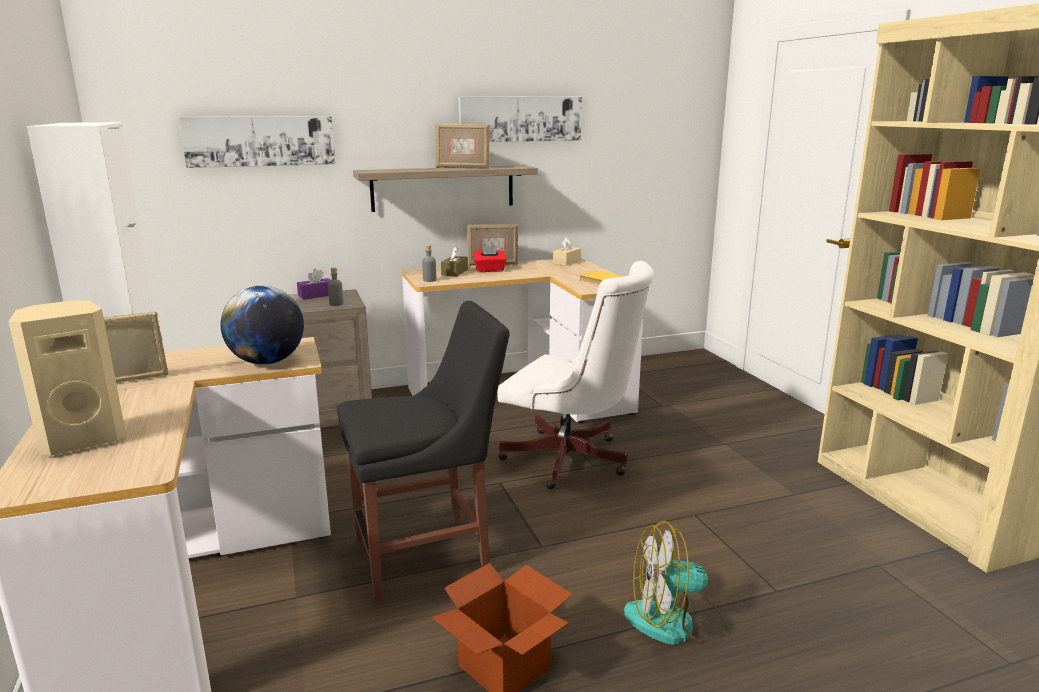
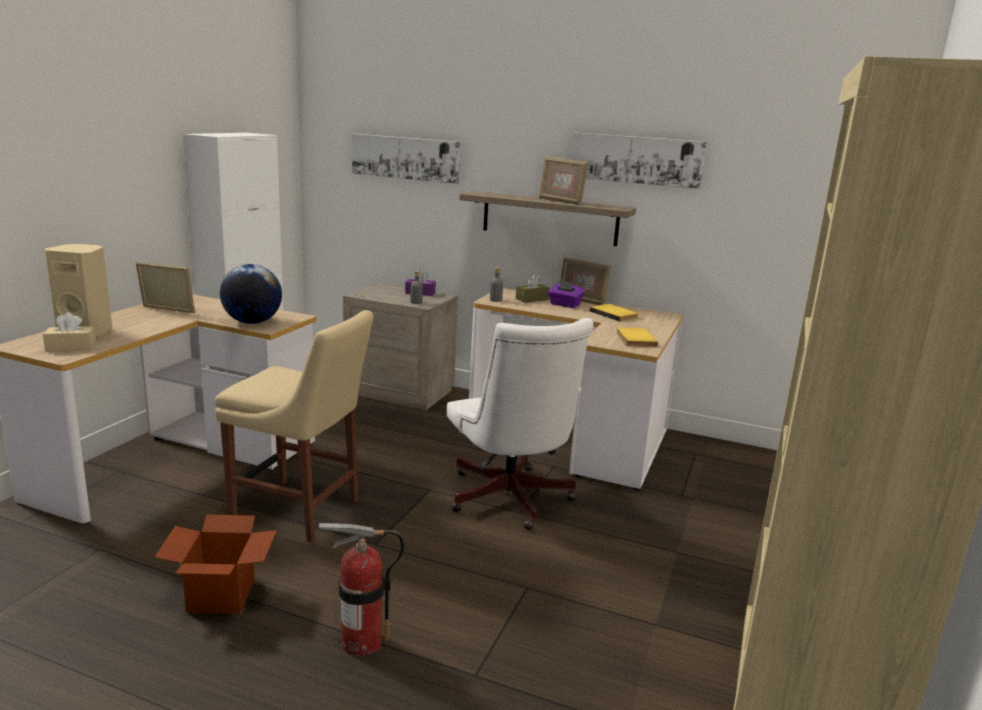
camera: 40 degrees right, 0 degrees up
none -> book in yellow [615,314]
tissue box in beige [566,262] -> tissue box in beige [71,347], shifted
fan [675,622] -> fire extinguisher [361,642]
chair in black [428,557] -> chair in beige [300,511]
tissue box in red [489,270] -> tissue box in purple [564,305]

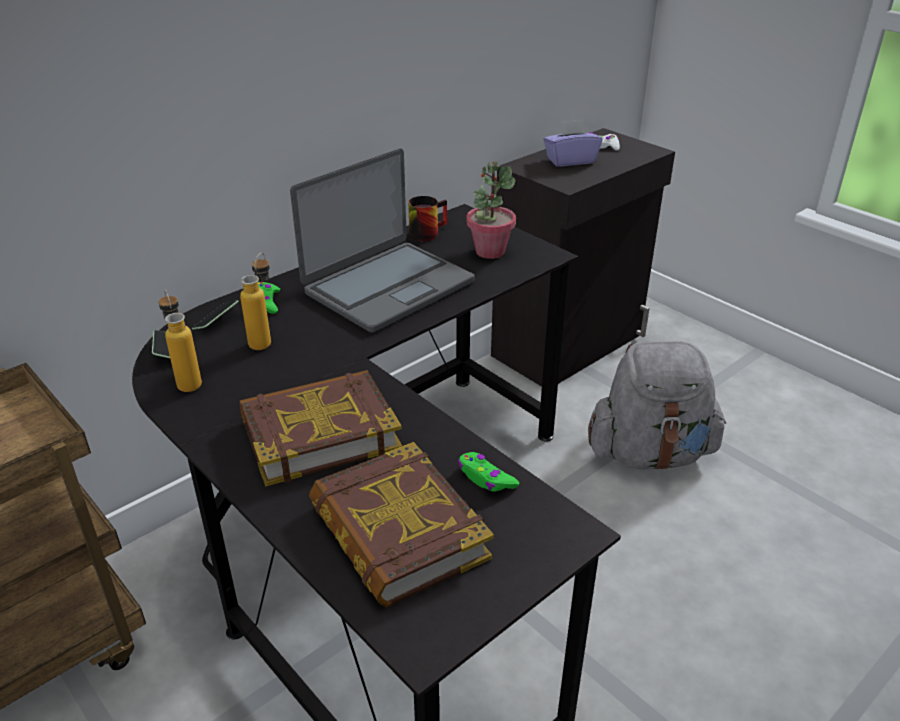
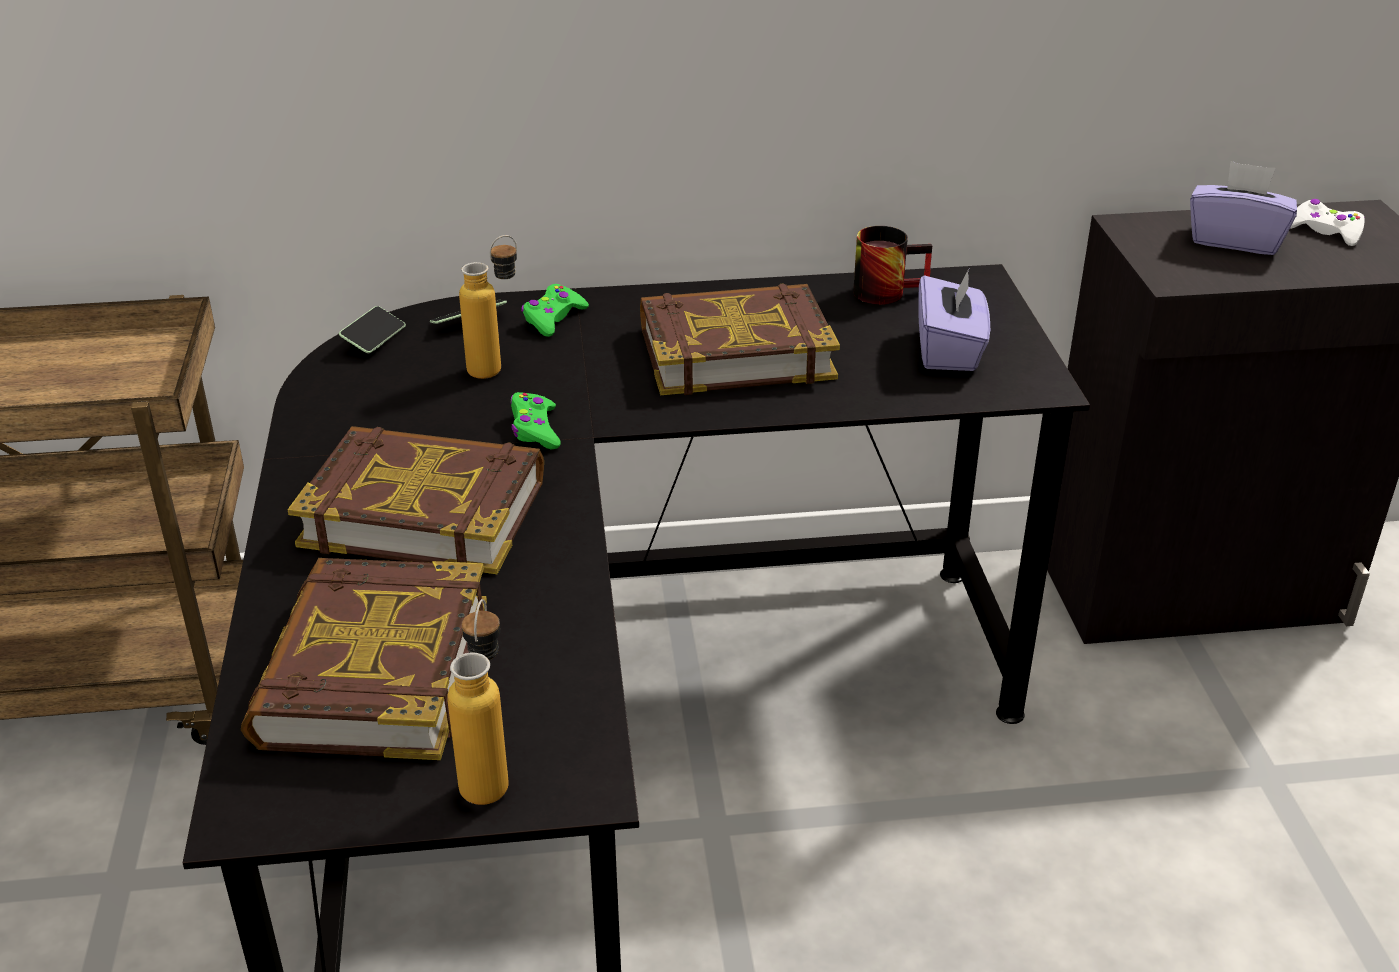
camera: 35 degrees right, 0 degrees up
backpack in grey [650,453] -> none
bottle [187,380] -> bottle [489,774], shifted
game controller in green [485,478] -> game controller in green [535,429], shifted
laptop [387,287] -> book [735,352]
potted plant [489,251] -> tissue box in purple [949,350]

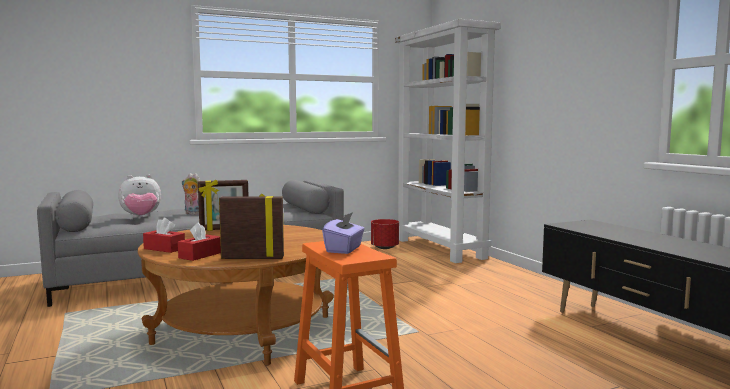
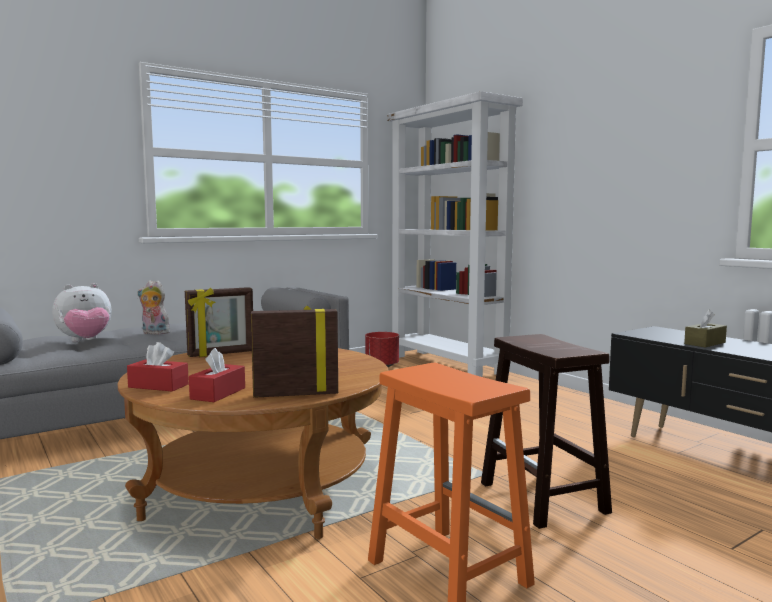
camera: 10 degrees left, 0 degrees up
tissue box in purple [344,249] -> none
none -> stool in brown [544,498]
none -> tissue box in brown [705,343]

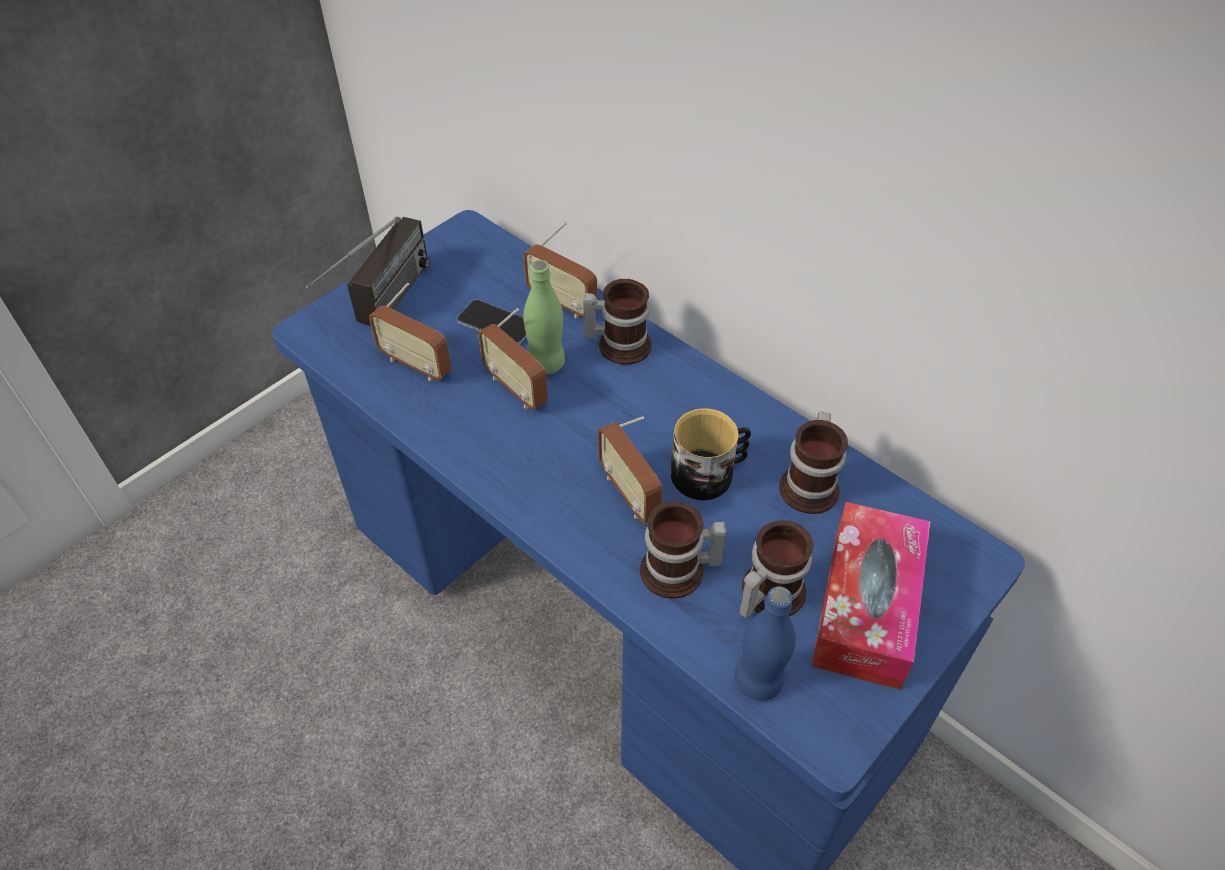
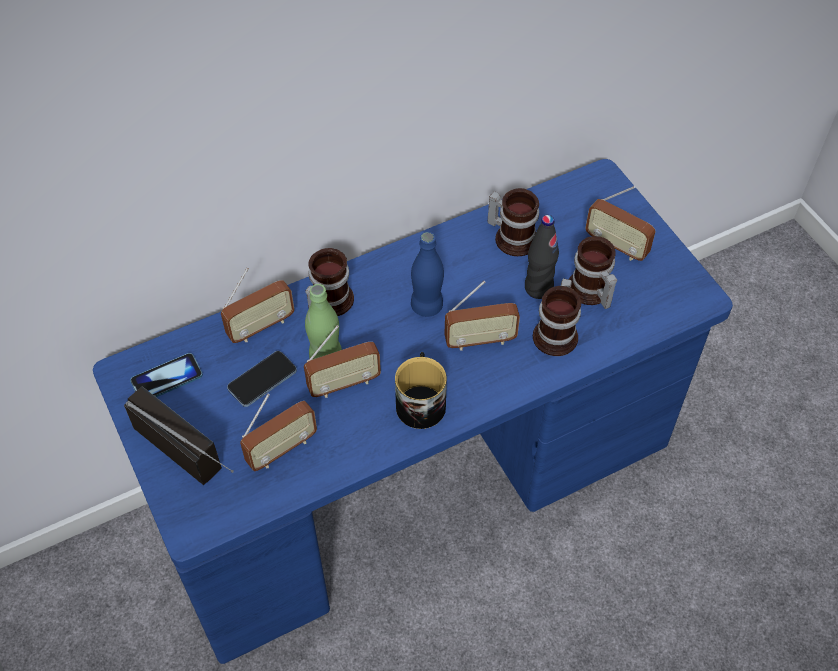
camera: 70 degrees left, 5 degrees up
none -> phone [167,378]
none -> bottle in black [538,288]
mug [709,473] -> mug [421,401], shifted
bottle in blue [758,680] -> bottle in blue [427,306], shifted
tissue box [866,606] -> radio [616,246]

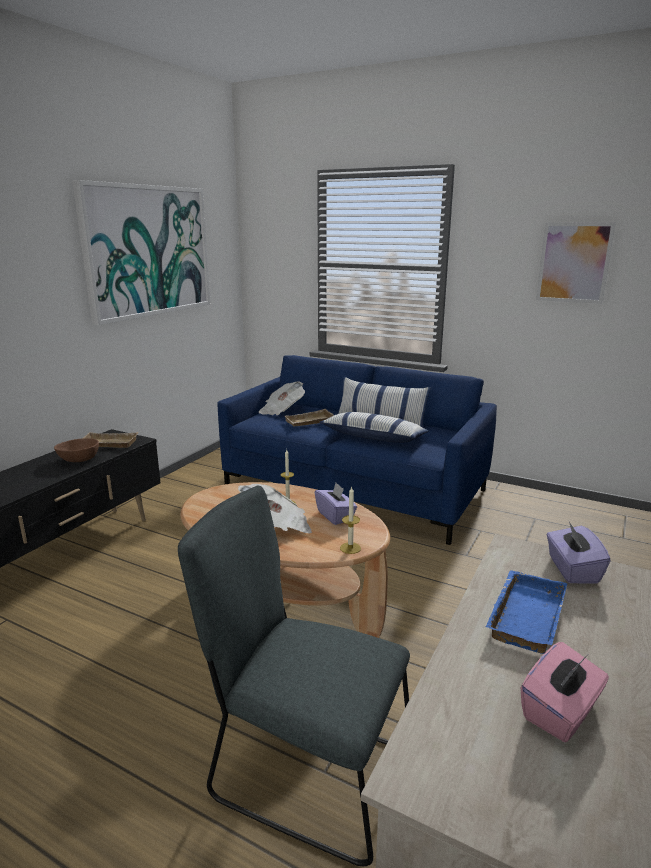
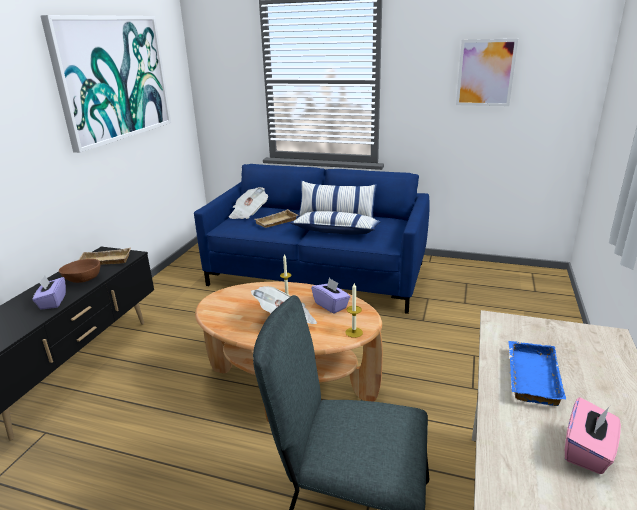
camera: 10 degrees left, 5 degrees up
tissue box in purple [572,570] -> tissue box in purple [52,302], shifted

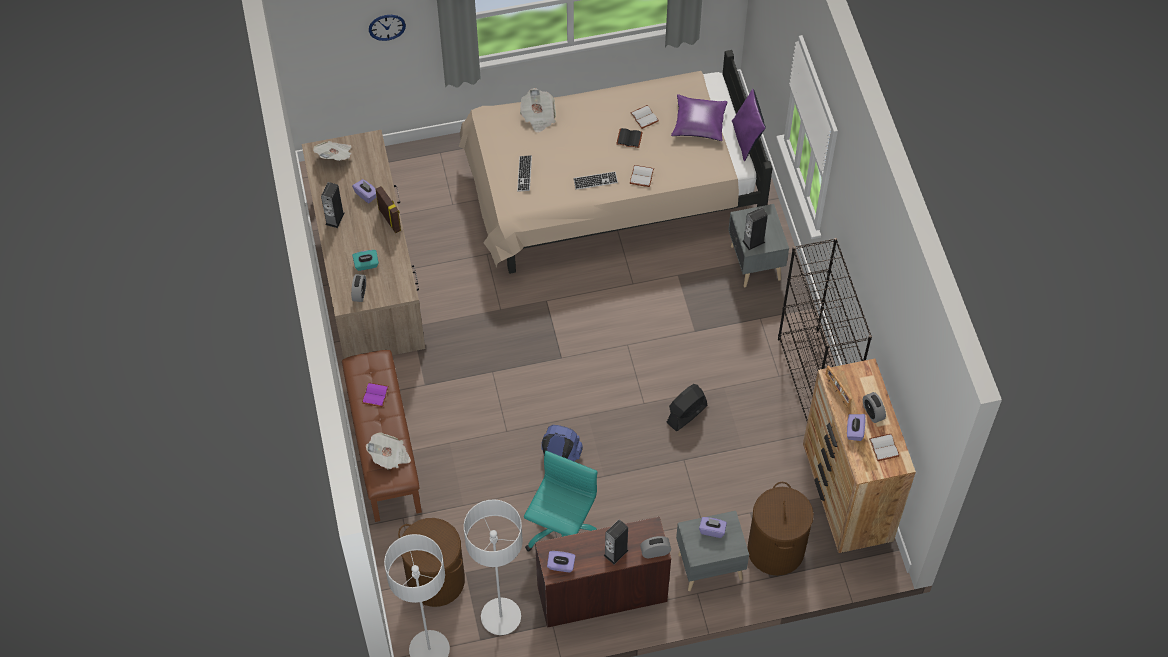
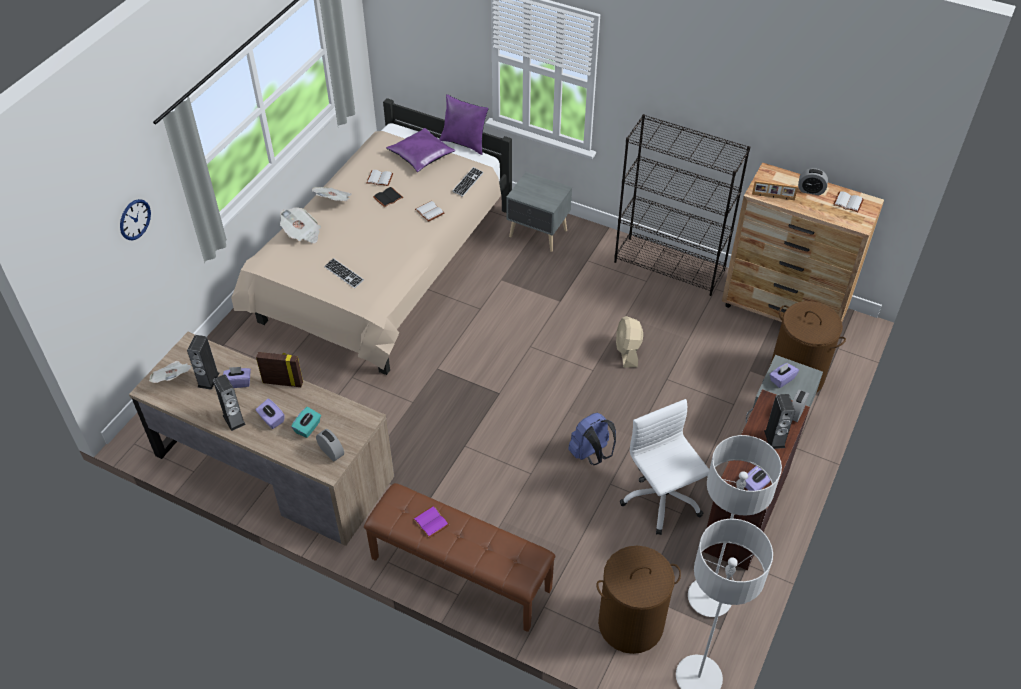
camera: 50 degrees left, 10 degrees down
newspaper [390,457] -> newspaper [334,201], shifted
keyboard [595,181] -> keyboard [468,182], shifted
speaker [753,241] -> speaker [208,380], shifted
tissue box in purple [854,431] -> tissue box in purple [271,419], shifted
office chair in turquoise [561,531] -> office chair in white [661,499]
fan in black [686,414] -> fan in beige [627,351]

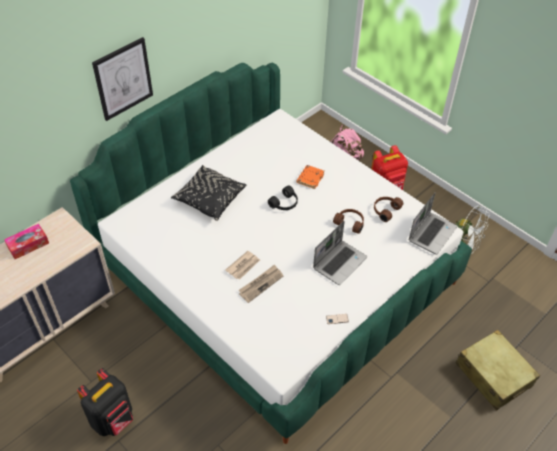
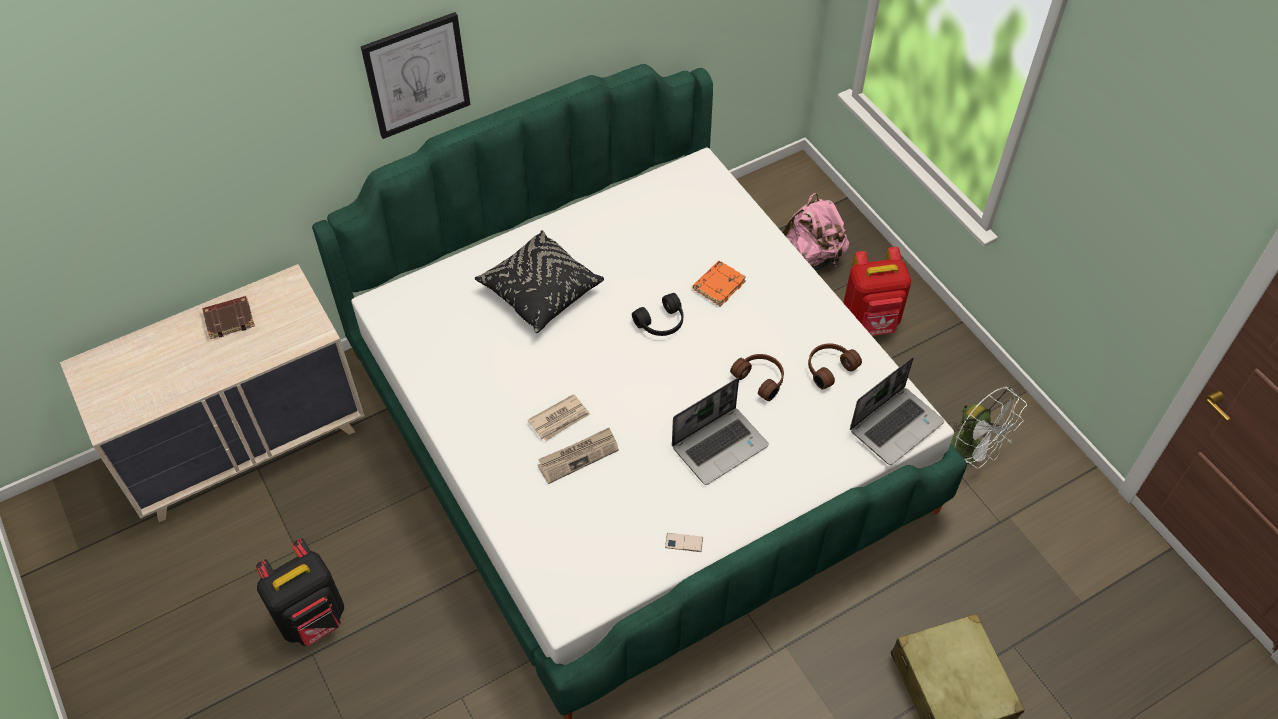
camera: 15 degrees right, 5 degrees up
tissue box [28,245] -> book in brown [230,319]

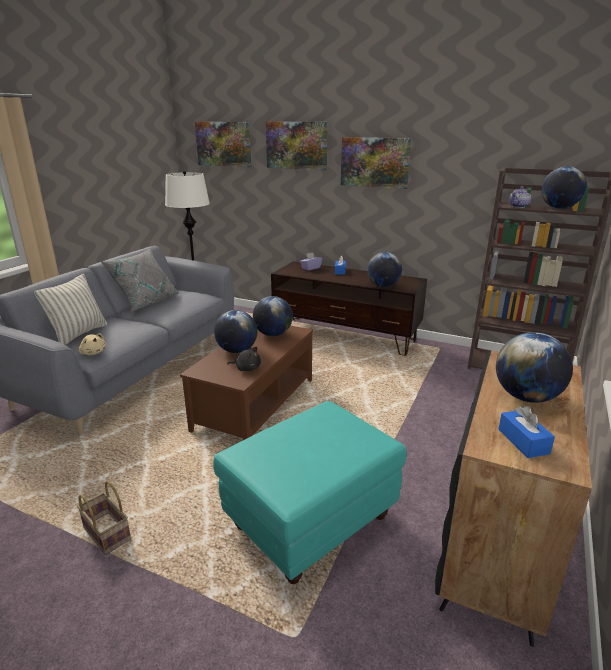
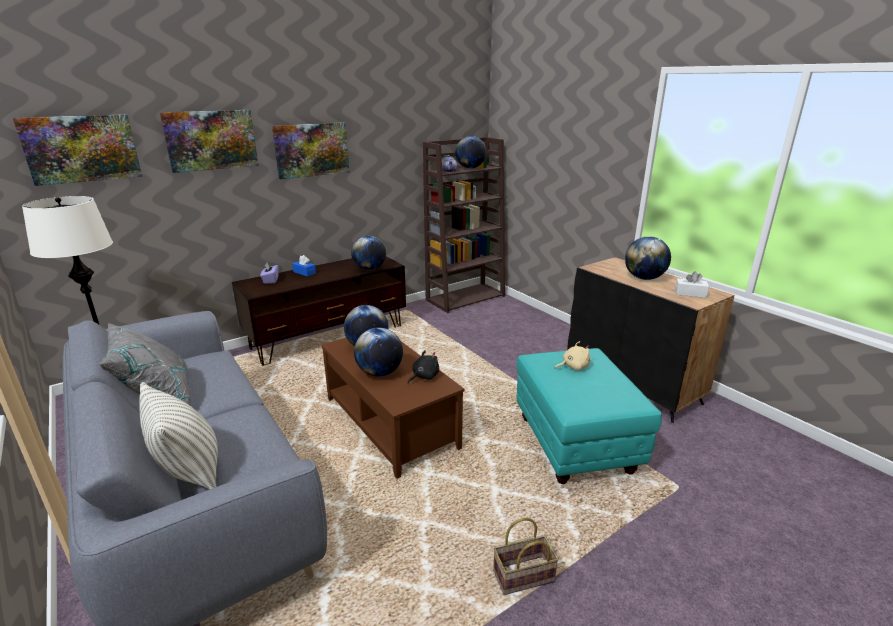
camera: 60 degrees left, 0 degrees up
plush toy in beige [93,352] -> plush toy in beige [573,366], shifted
tissue box in blue [523,441] -> tissue box in white [690,293]

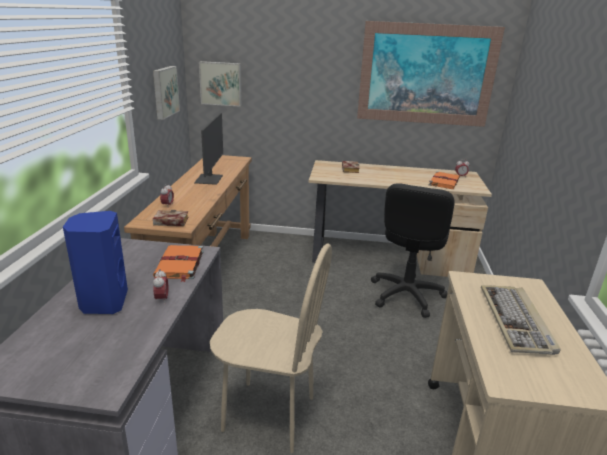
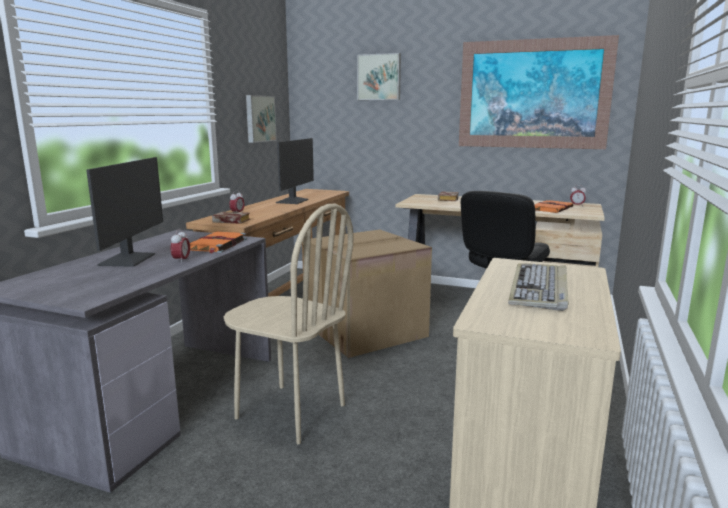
camera: 15 degrees right, 10 degrees down
none -> cardboard box [365,331]
picture [221,83] -> picture [379,77], shifted
speaker in blue [103,302] -> monitor [129,259]

